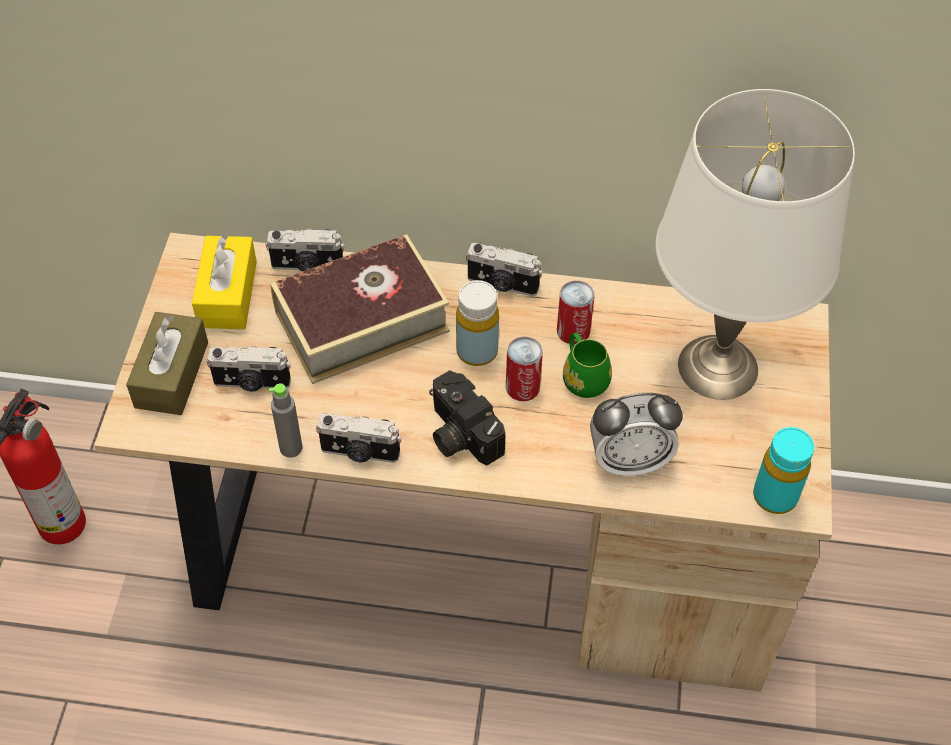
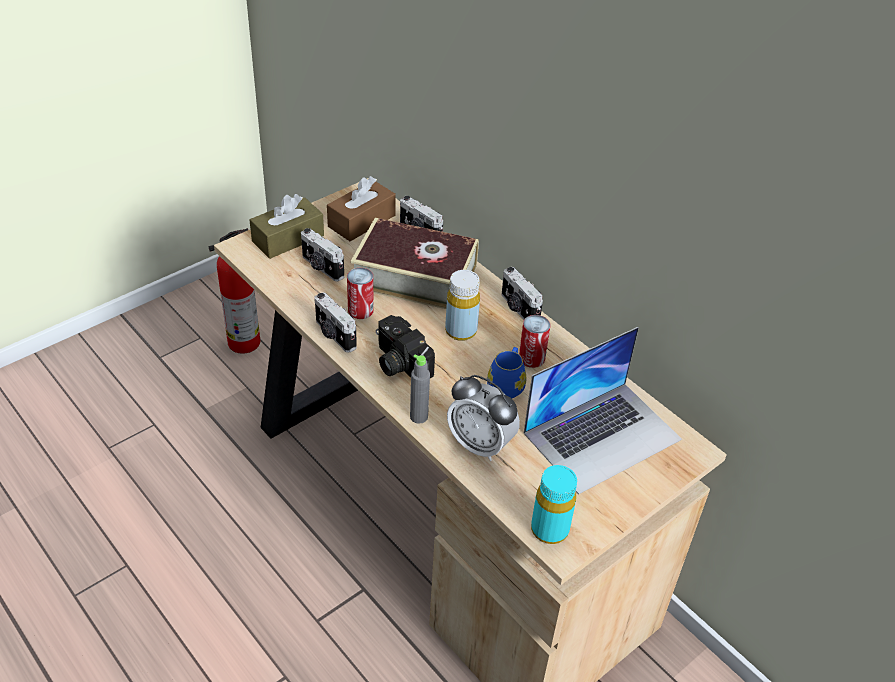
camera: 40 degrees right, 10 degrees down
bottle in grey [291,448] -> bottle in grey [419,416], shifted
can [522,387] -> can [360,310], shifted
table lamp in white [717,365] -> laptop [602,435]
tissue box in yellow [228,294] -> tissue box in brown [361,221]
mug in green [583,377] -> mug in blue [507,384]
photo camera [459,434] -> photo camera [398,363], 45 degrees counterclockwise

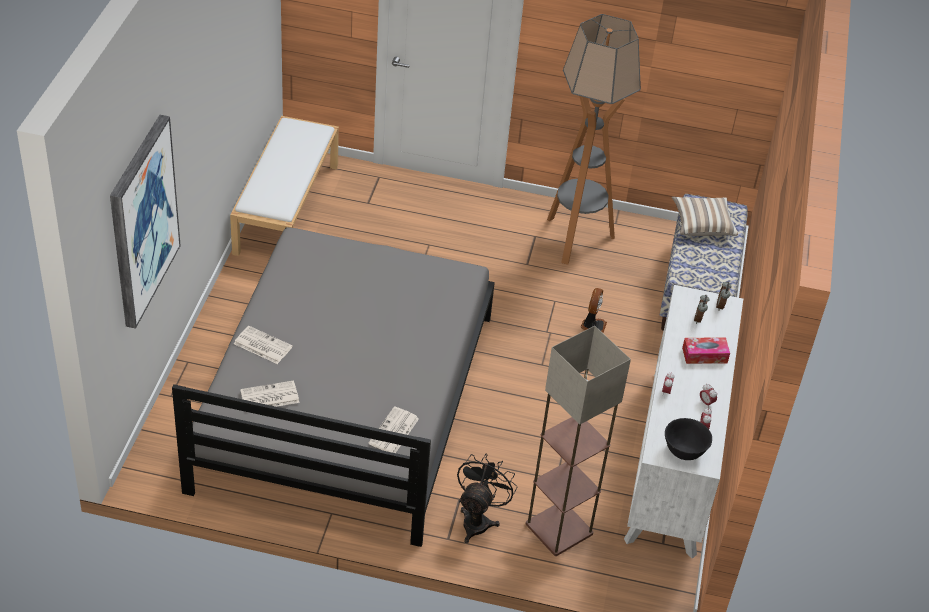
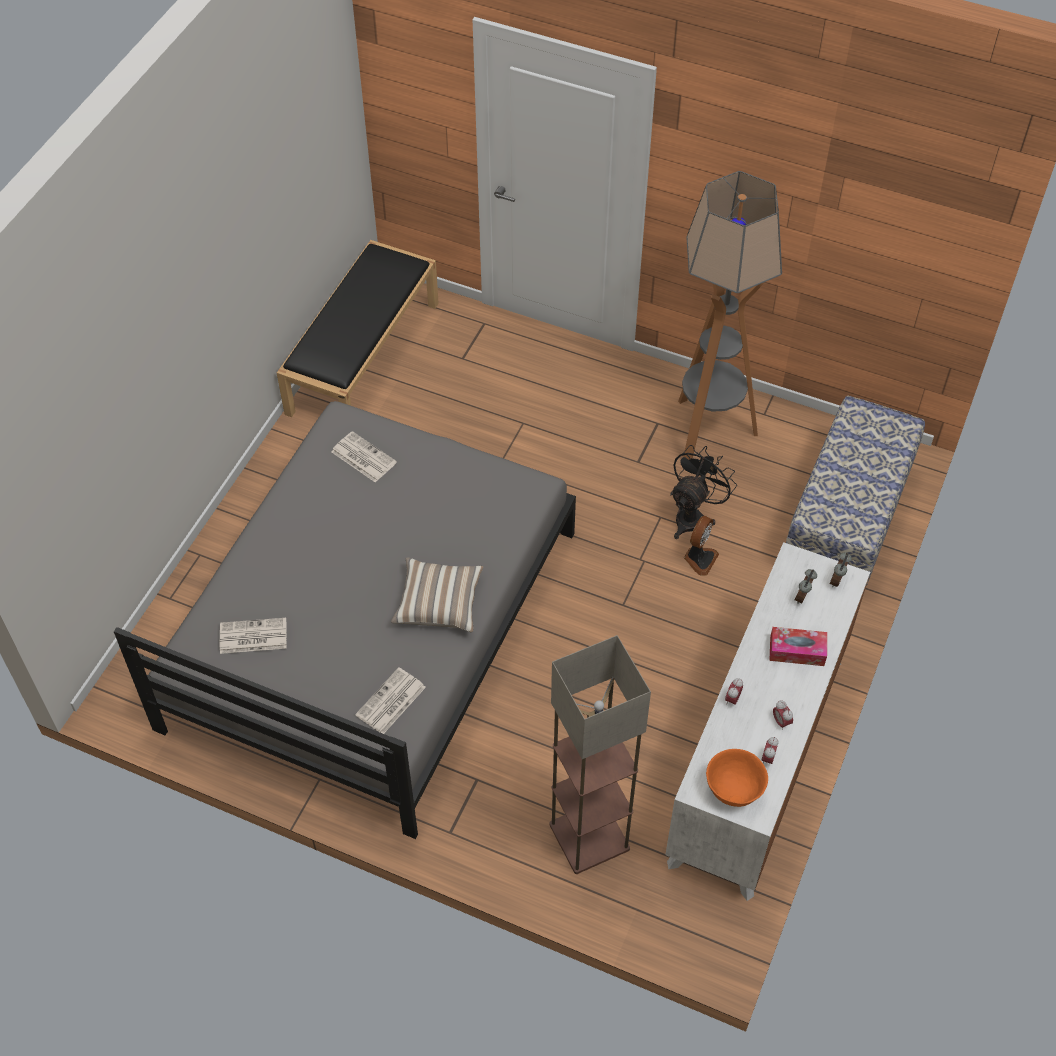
camera: 15 degrees right, 10 degrees up
picture [142,221] -> none
newspaper [262,345] -> newspaper [362,457], shifted
fan in black [478,520] -> fan in black [693,516], shifted
pillow [702,224] -> pillow [439,603], shifted
bench in white [286,207] -> bench in black [363,356]
bowl in black [684,452] -> bowl in orange [733,790]

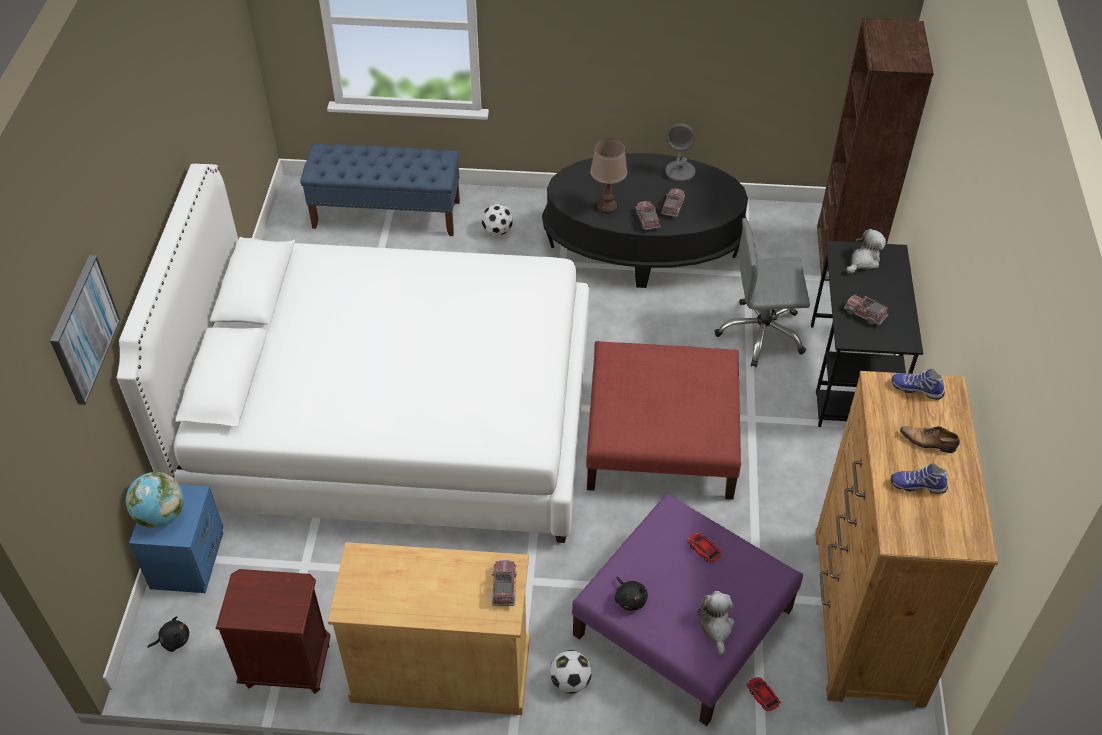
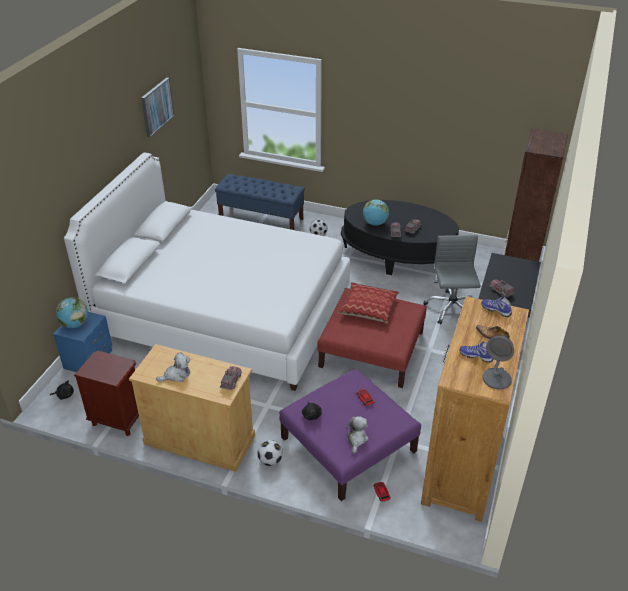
camera: 15 degrees right, 10 degrees down
none -> pillow [368,308]
picture [83,329] -> picture [156,106], shifted
table lamp in grey [680,171] -> table lamp in grey [497,379], shifted
plush toy [863,261] -> plush toy [176,375], shifted
table lamp in brown [607,207] -> globe [375,223]
office chair in grey [761,334] -> office chair in grey [451,309], 75 degrees clockwise

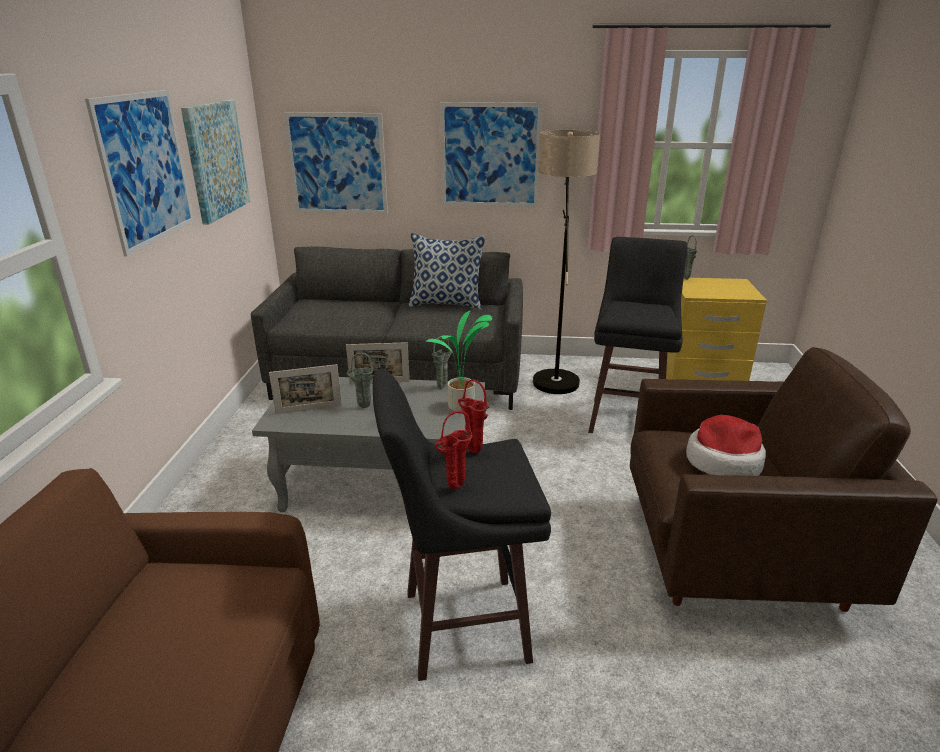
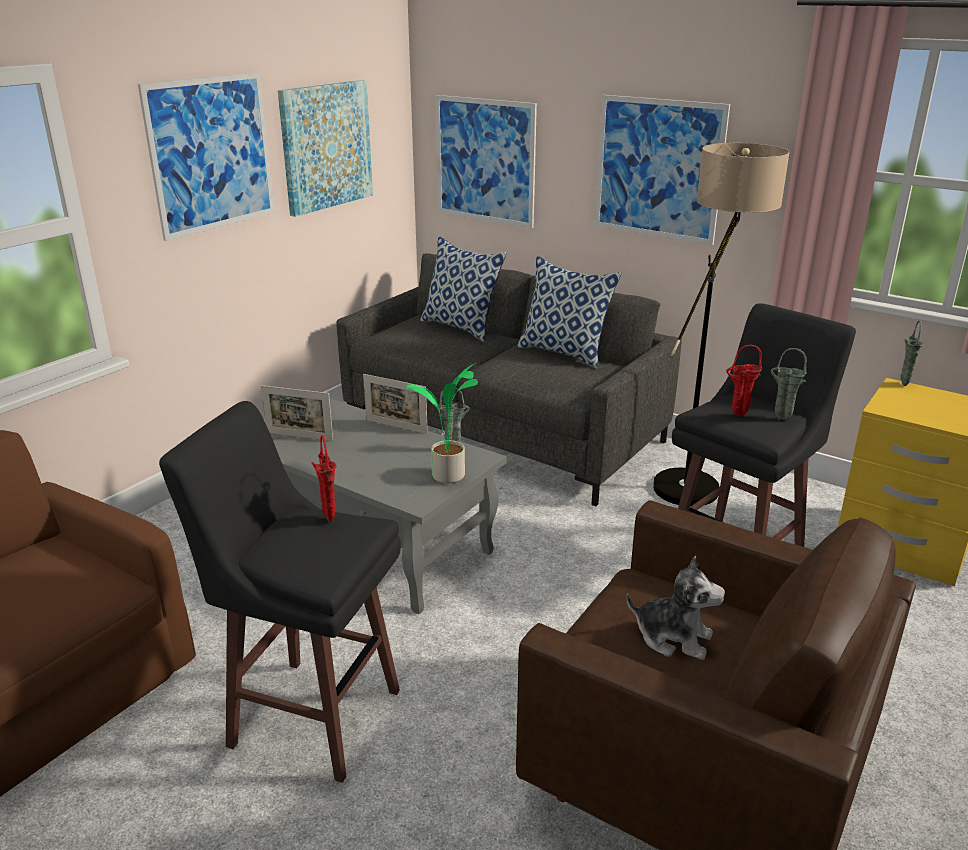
camera: 30 degrees right, 0 degrees up
none -> pillow [461,327]
vase in green [362,407] -> vase in green [780,418], shifted
vase in red [454,489] -> vase in red [737,415], shifted
hat [723,461] -> plush toy [673,637]

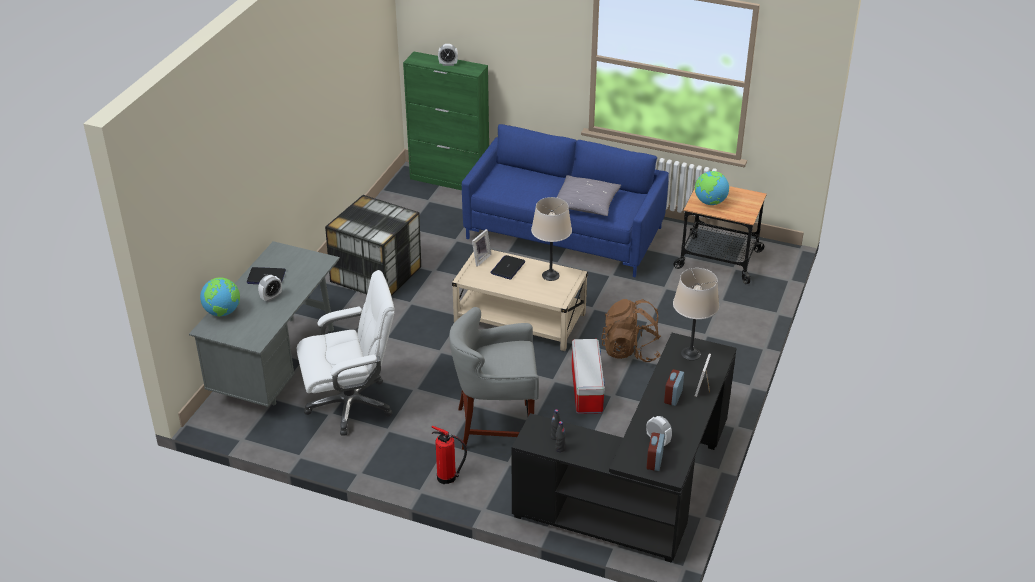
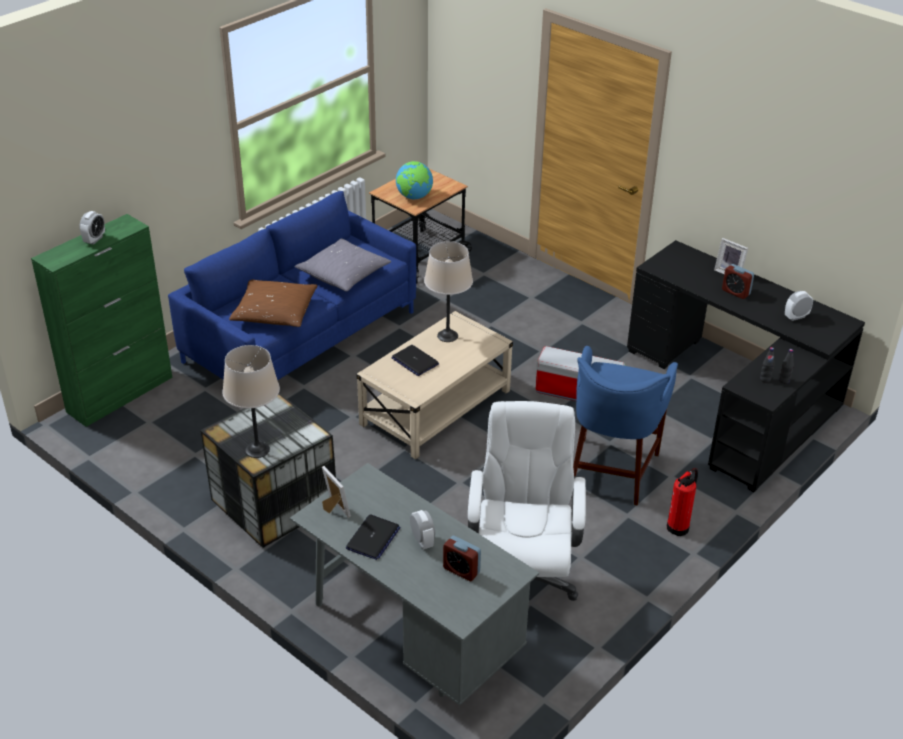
camera: 70 degrees left, 0 degrees up
globe [223,312] -> none
backpack in brown [630,350] -> none
none -> pillow in brown [274,312]
picture frame [480,259] -> picture frame [334,509], shifted
alarm clock [654,461] -> alarm clock [461,570], shifted
table lamp in beige [690,354] -> table lamp in beige [257,450], shifted
stool in grey [497,427] -> stool in blue [612,470]

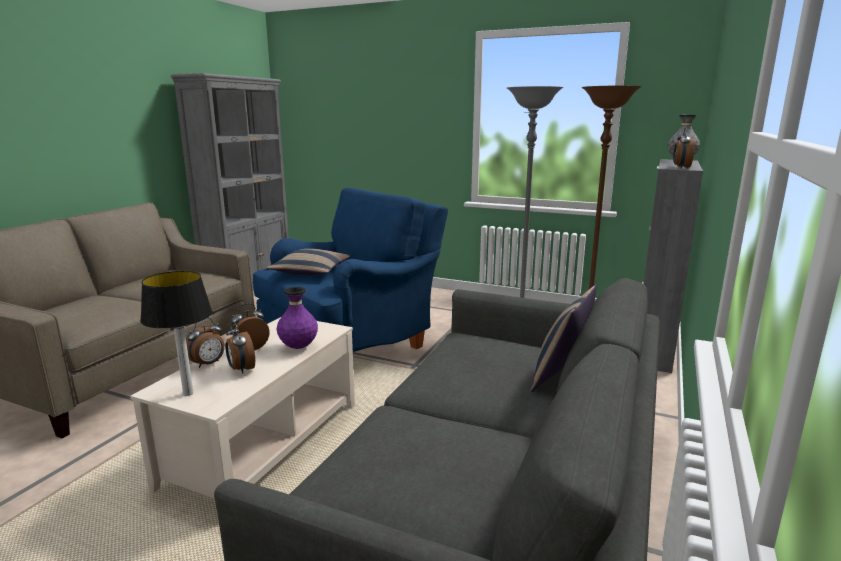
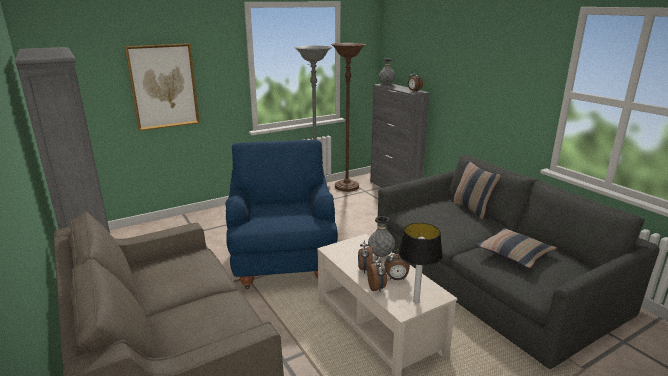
camera: 55 degrees left, 5 degrees up
none -> picture [164,86]
pillow [311,271] -> pillow [514,254], shifted
vase in purple [298,347] -> vase in grey [380,255]

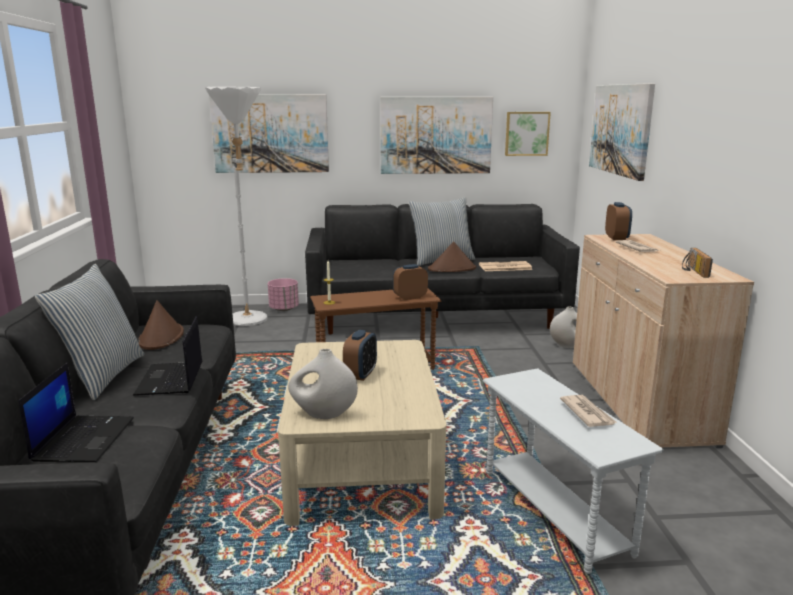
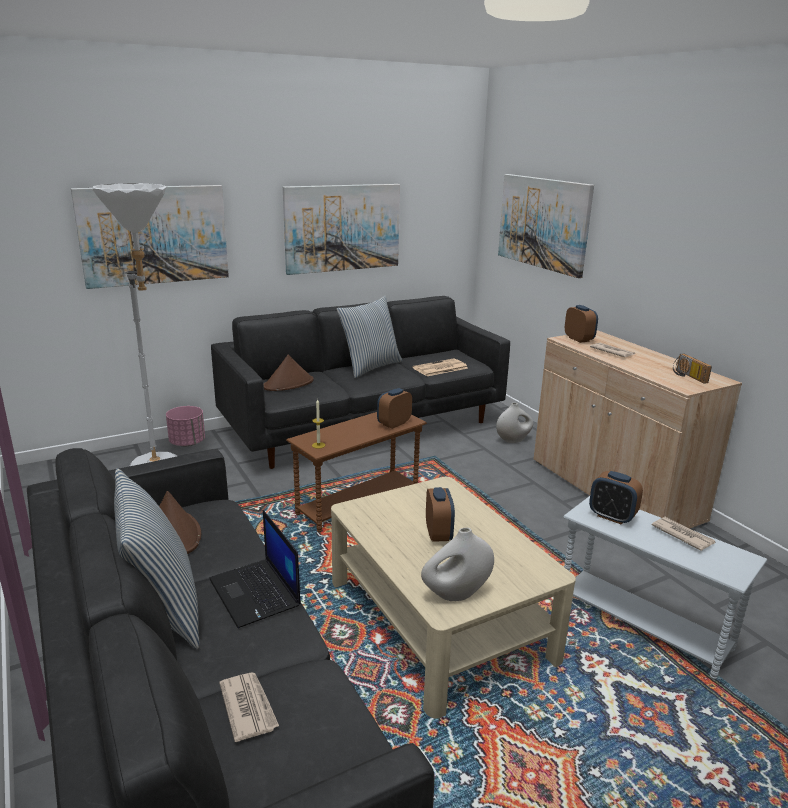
camera: 25 degrees left, 5 degrees up
picture [526,133] -> none
none -> alarm clock [612,516]
hat in brown [452,269] -> hat in brown [288,384], shifted
laptop [83,439] -> newspaper [248,707]

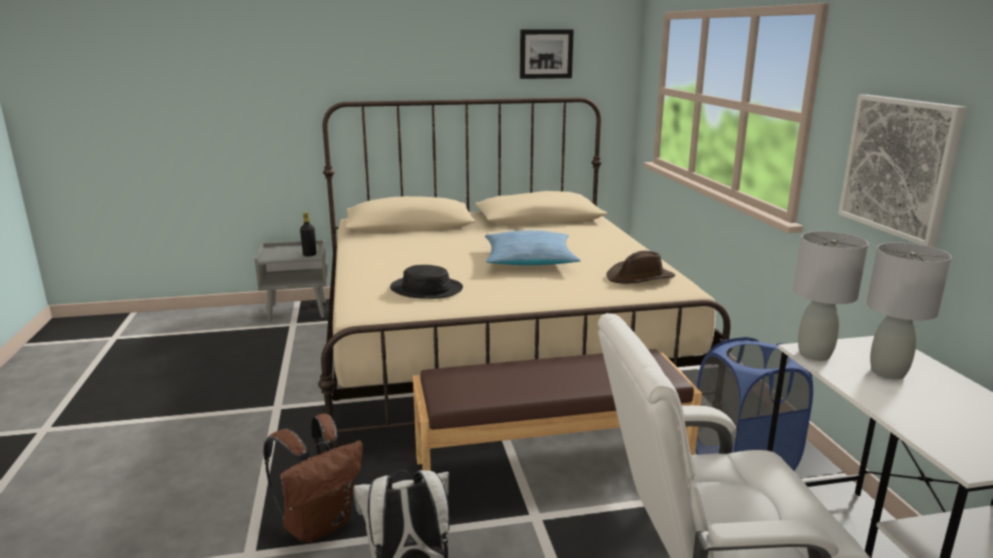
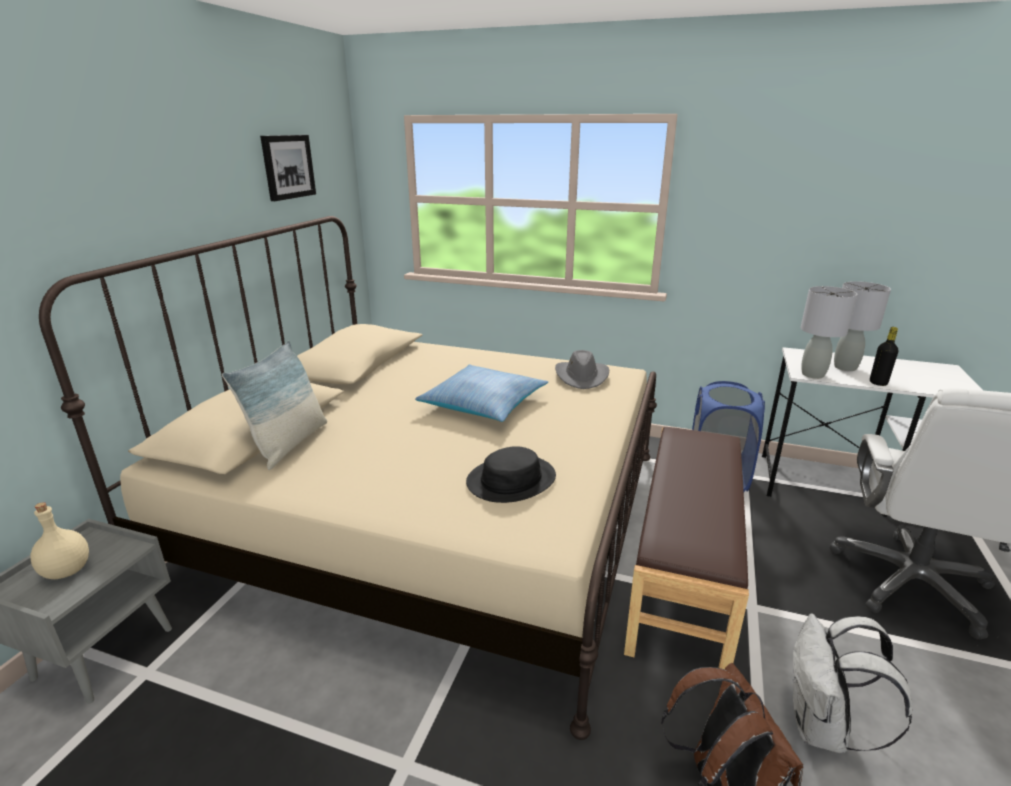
camera: 60 degrees left, 5 degrees up
picture [899,166] -> none
none -> bottle in beige [66,571]
none -> pillow [289,444]
bottle in black [309,255] -> bottle in black [878,383], shifted
hat in brown [640,277] -> hat in grey [582,376]

